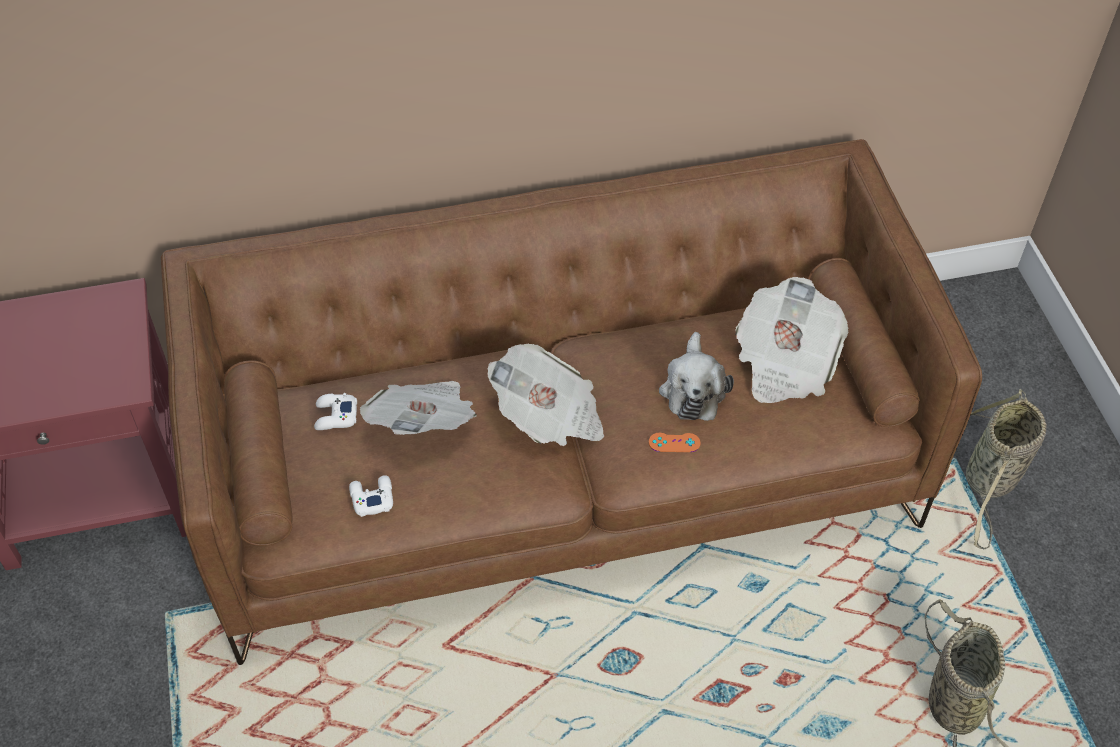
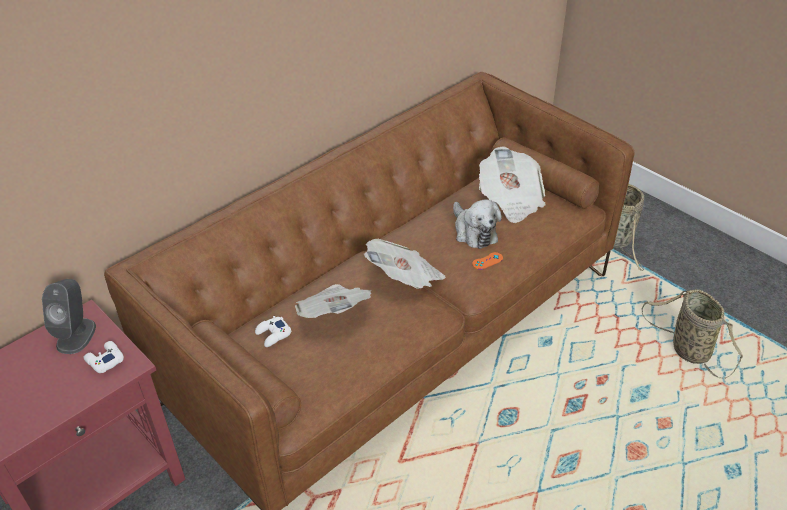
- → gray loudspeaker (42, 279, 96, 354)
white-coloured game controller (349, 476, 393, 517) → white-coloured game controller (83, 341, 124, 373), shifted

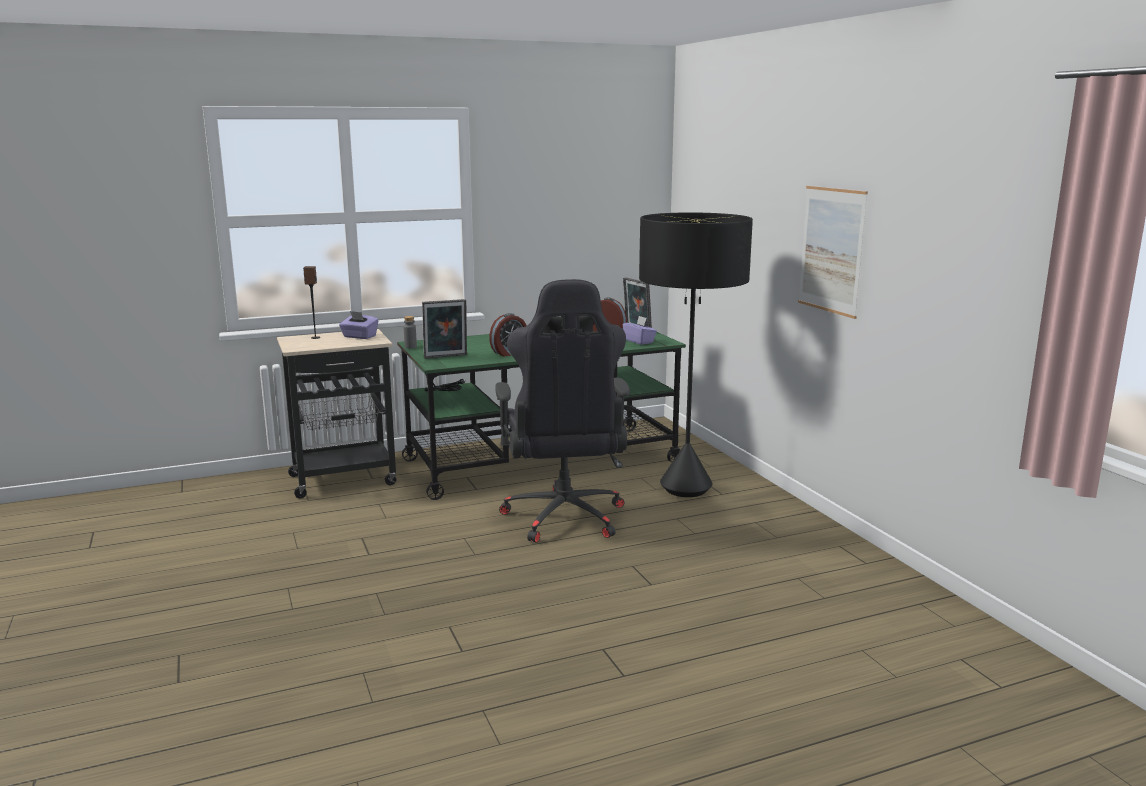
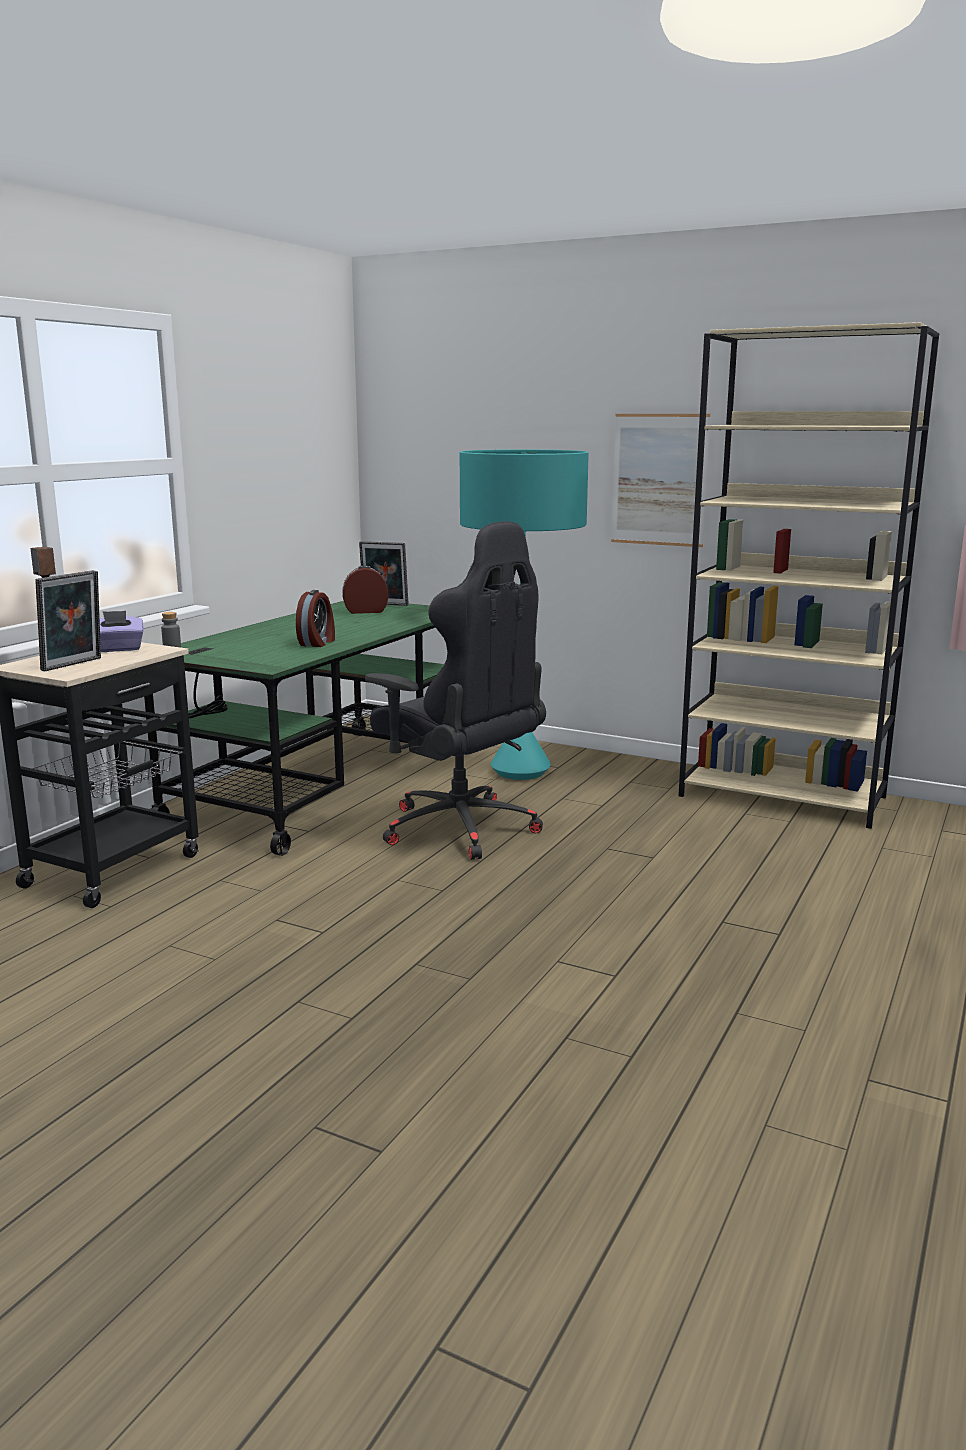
photo frame (422, 299, 467, 359) → photo frame (35, 570, 101, 671), shifted
black floor lamp (639, 212, 753, 497) → turquoise floor lamp (460, 449, 589, 780)
- → sand-coloured bookcase (678, 322, 939, 829)
purple box of tissues (623, 316, 657, 345) → -

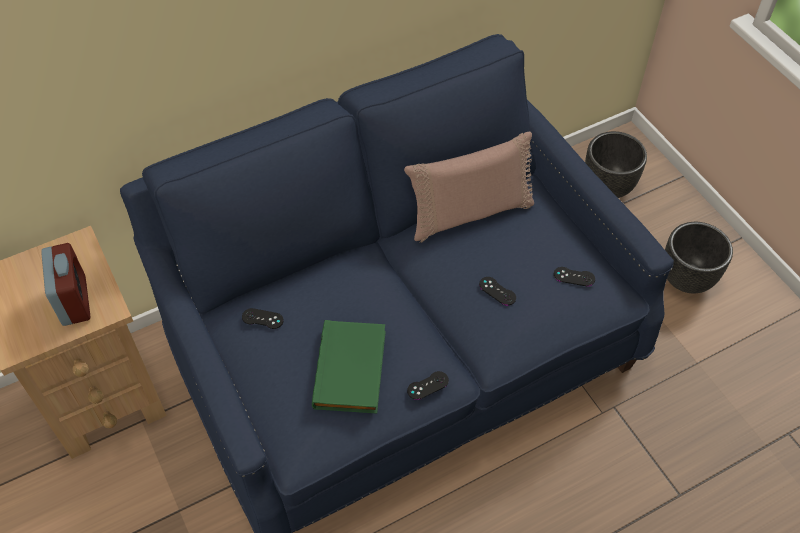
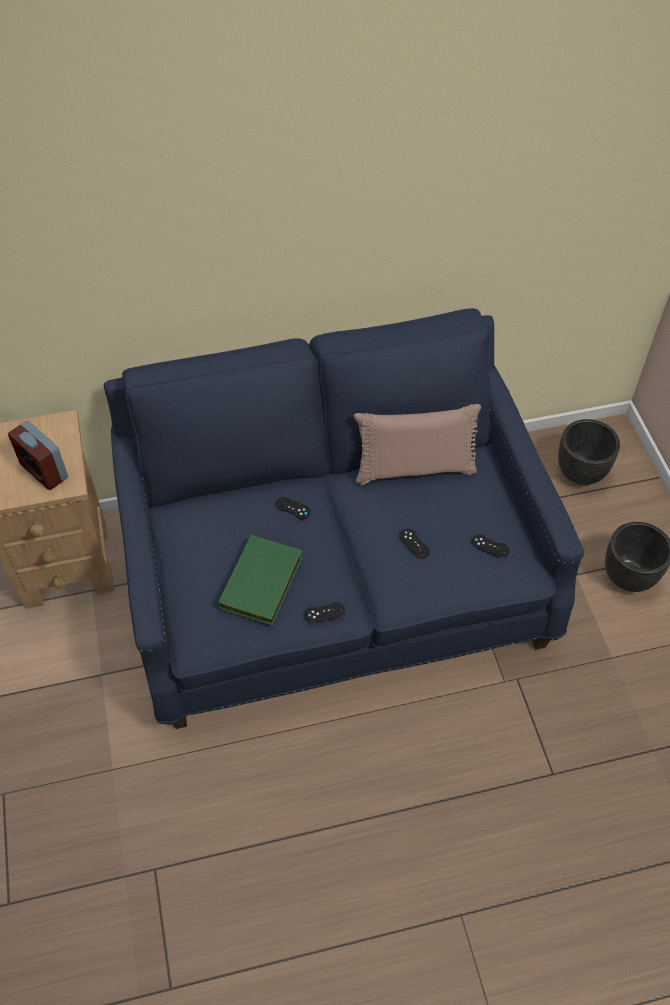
bedside clock (41, 243, 90, 326) → bedside clock (8, 421, 68, 490), 135 degrees clockwise
black game controller (242, 308, 284, 329) → black game controller (276, 497, 311, 519), shifted

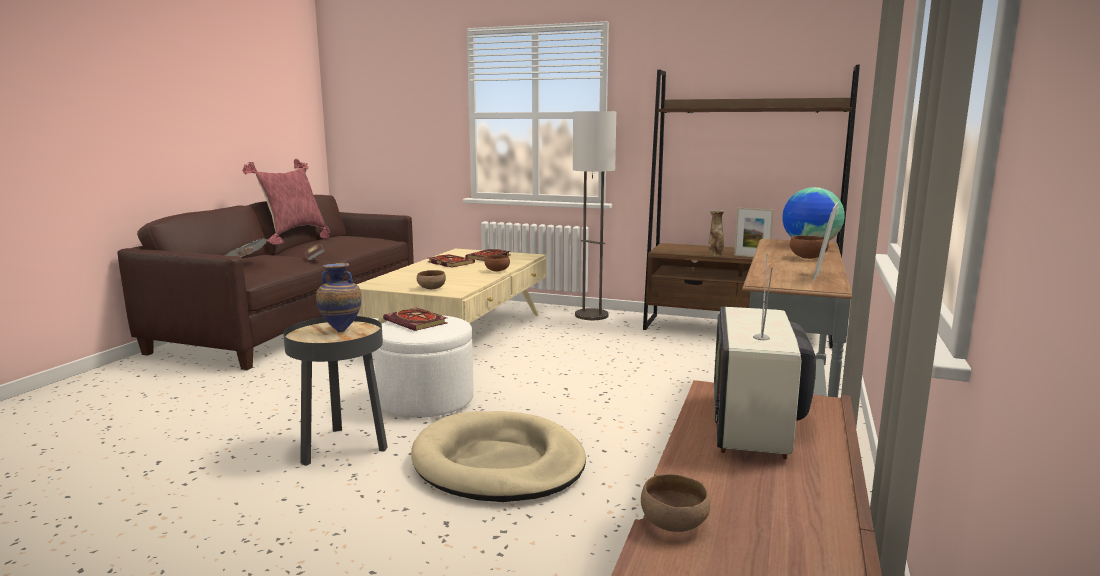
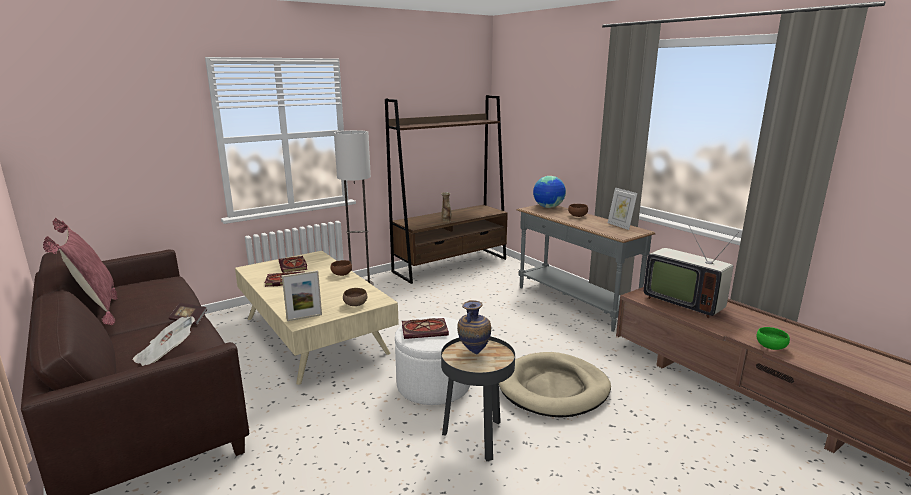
photo frame (734, 208, 773, 257) → photo frame (282, 270, 322, 321), shifted
brown deep dish (641, 474, 710, 532) → green-coloured deep dish (756, 327, 790, 350)

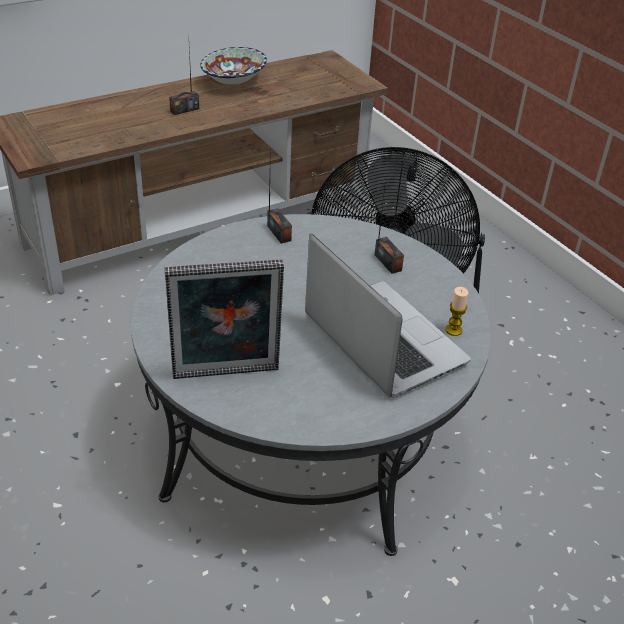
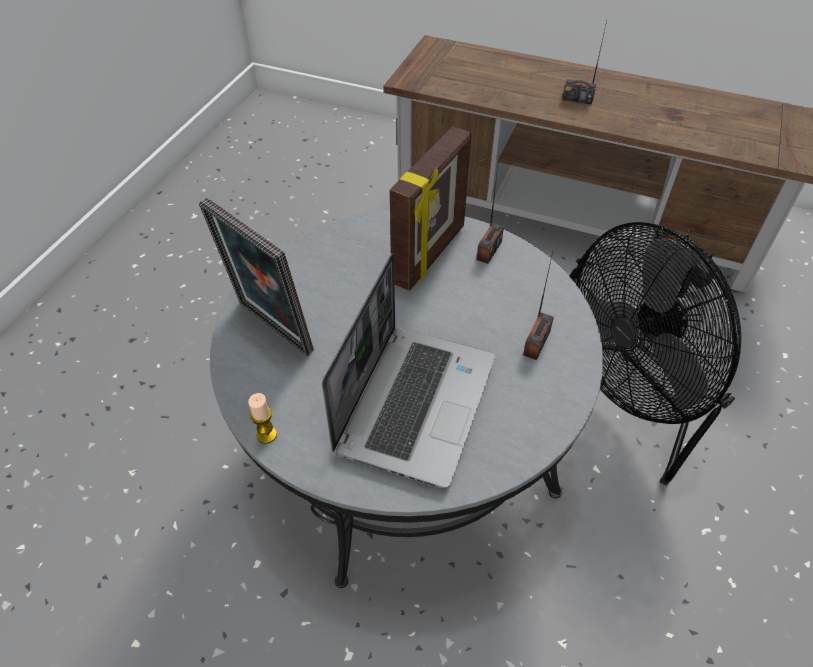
wax light (445, 287, 469, 336) → wax light (248, 393, 277, 444), shifted
- → photo frame (390, 127, 471, 291)
deep dish (200, 47, 267, 84) → -

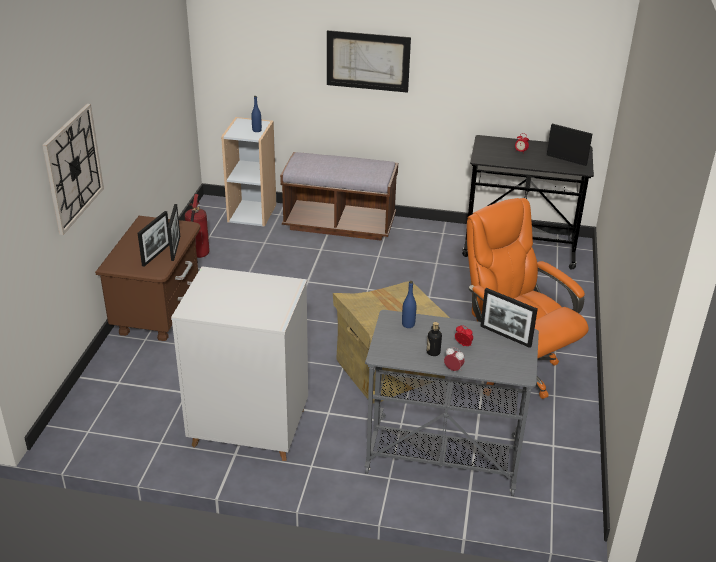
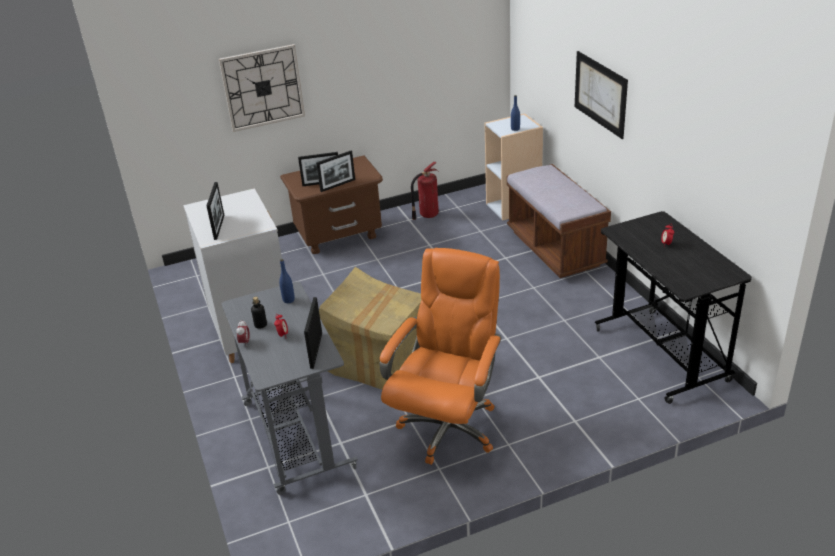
photo frame (547, 124, 592, 166) → photo frame (206, 182, 224, 240), shifted

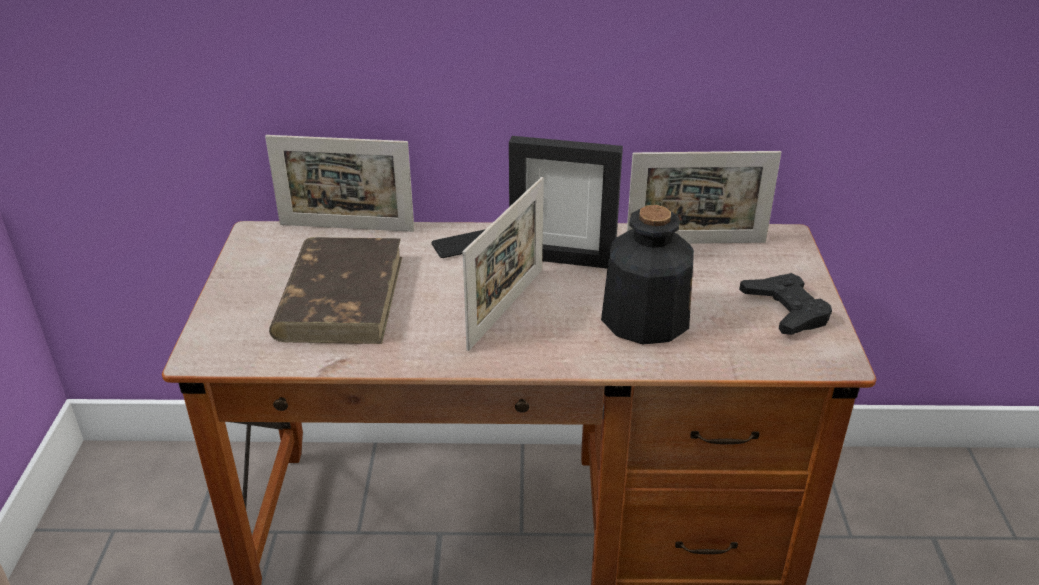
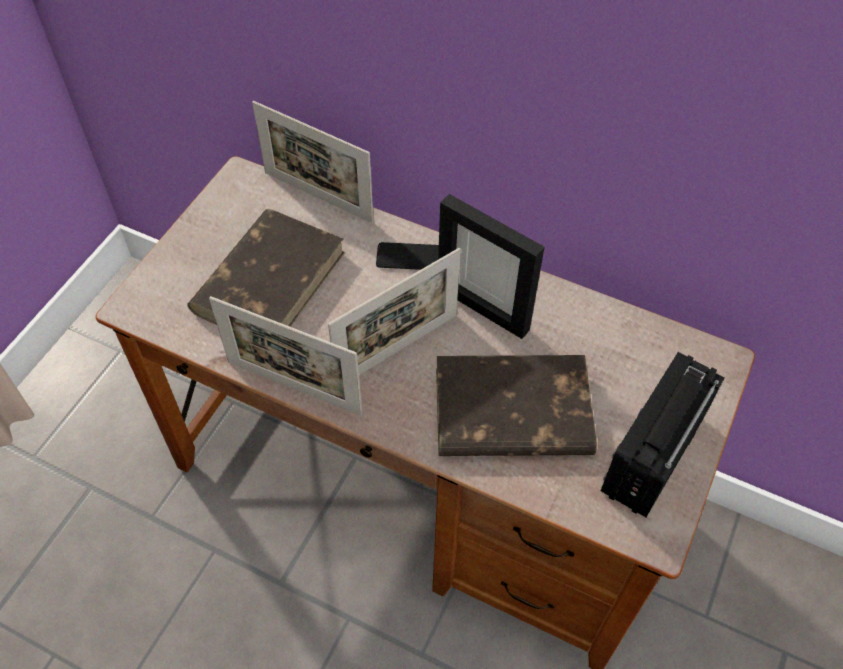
photo frame (627, 151, 781, 244) → photo frame (209, 296, 362, 416), shifted
drink bottle (601, 205, 694, 344) → brown book (436, 355, 597, 456)
black game controller (739, 273, 832, 335) → radio (601, 352, 724, 517)

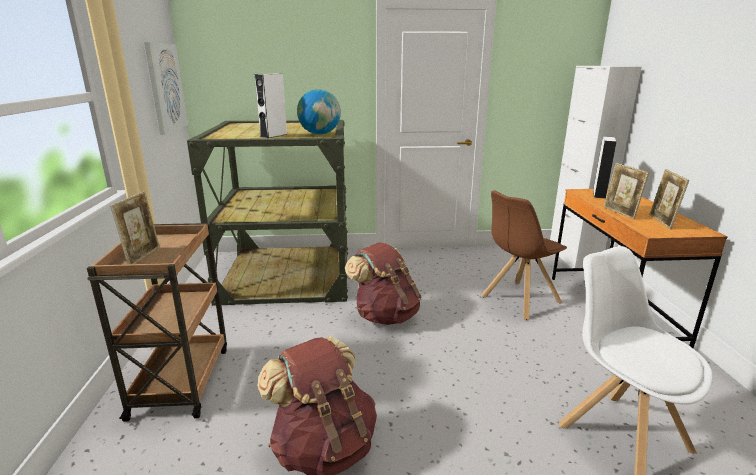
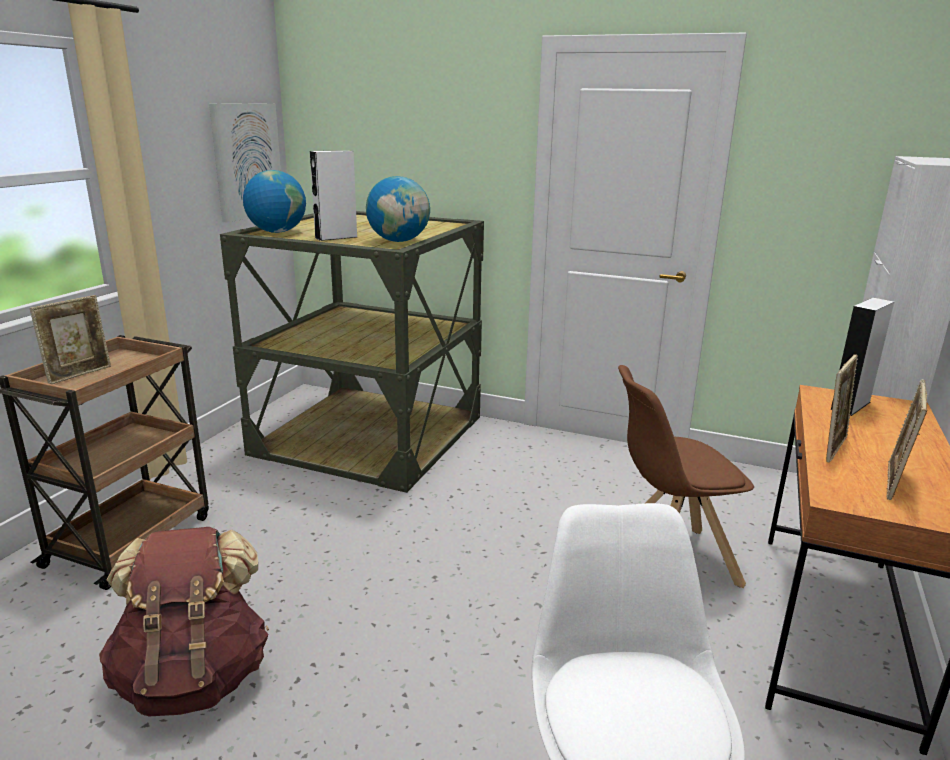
- → world globe (243, 170, 306, 233)
photo frame (604, 163, 649, 219) → photo frame (826, 354, 858, 463), 150 degrees counterclockwise
brown backpack (345, 242, 422, 325) → -

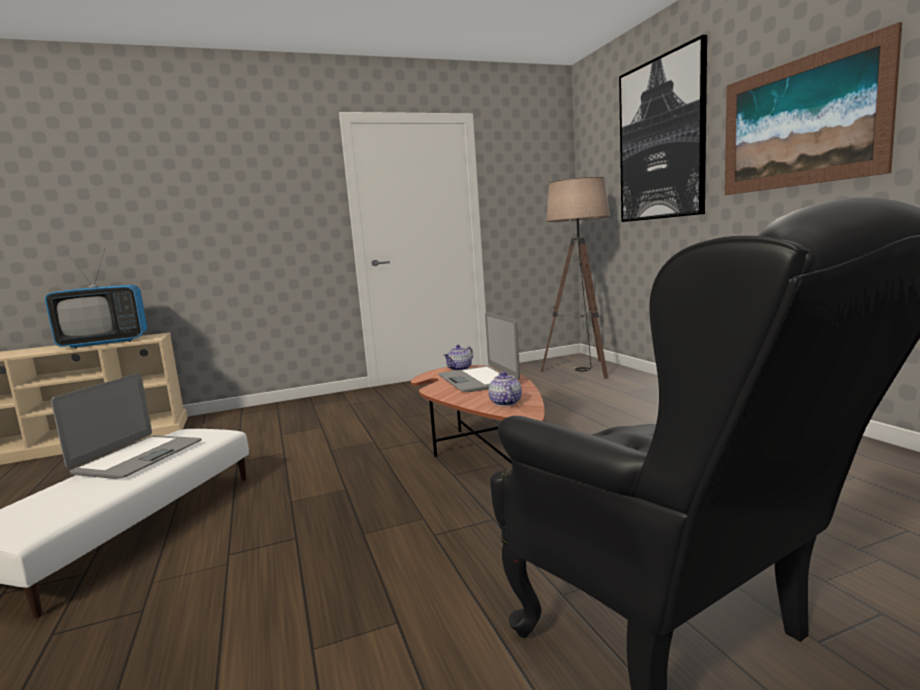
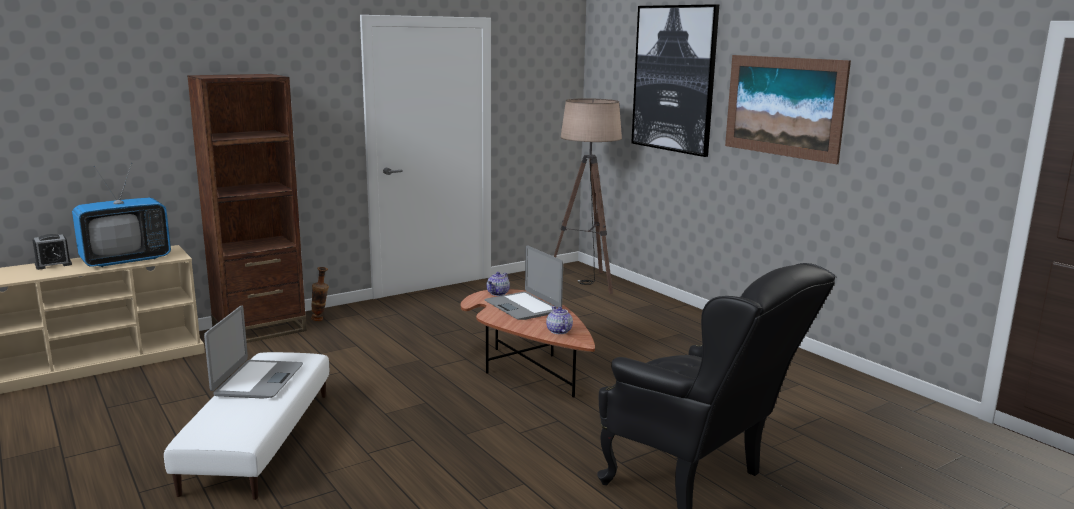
- → bedside clock (33, 234, 72, 270)
- → brown bookcase (187, 74, 307, 343)
- → vase (311, 267, 329, 321)

